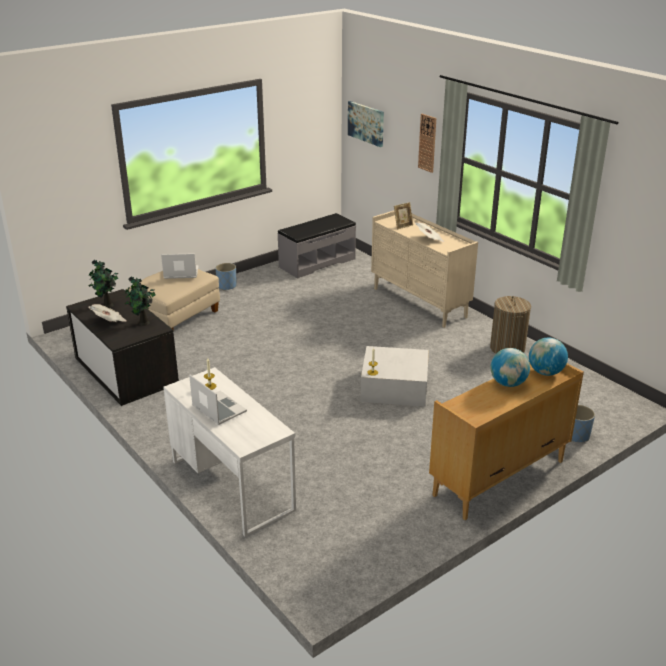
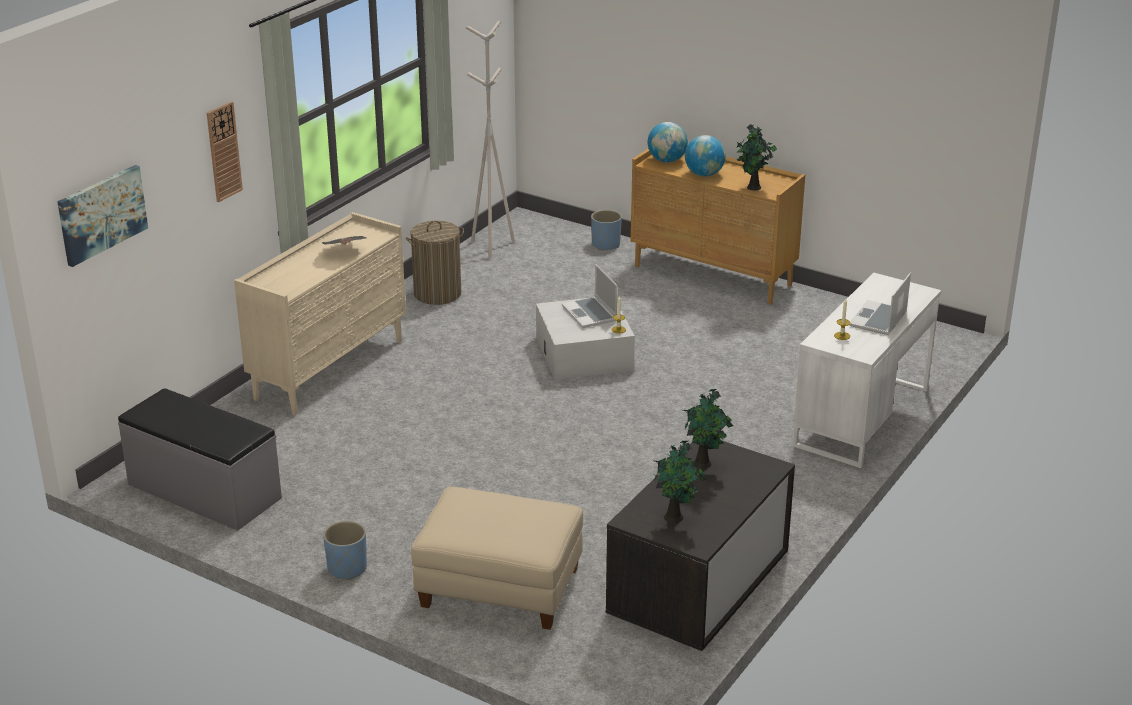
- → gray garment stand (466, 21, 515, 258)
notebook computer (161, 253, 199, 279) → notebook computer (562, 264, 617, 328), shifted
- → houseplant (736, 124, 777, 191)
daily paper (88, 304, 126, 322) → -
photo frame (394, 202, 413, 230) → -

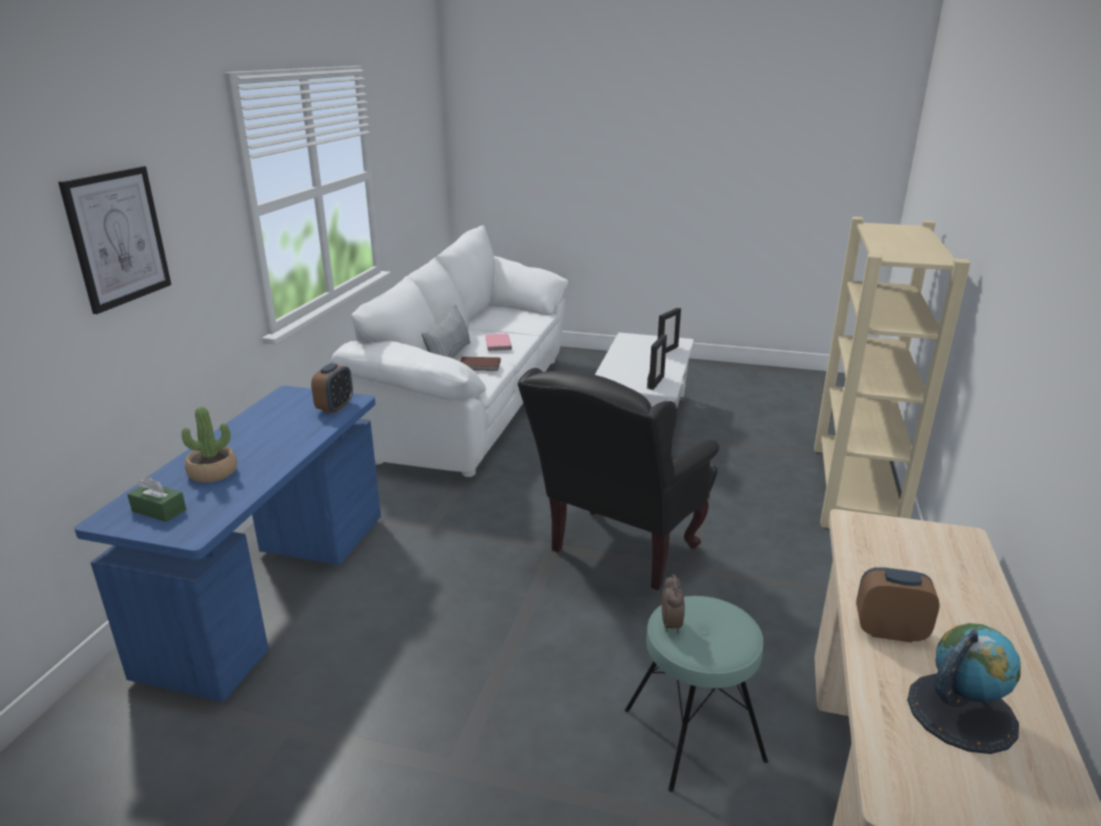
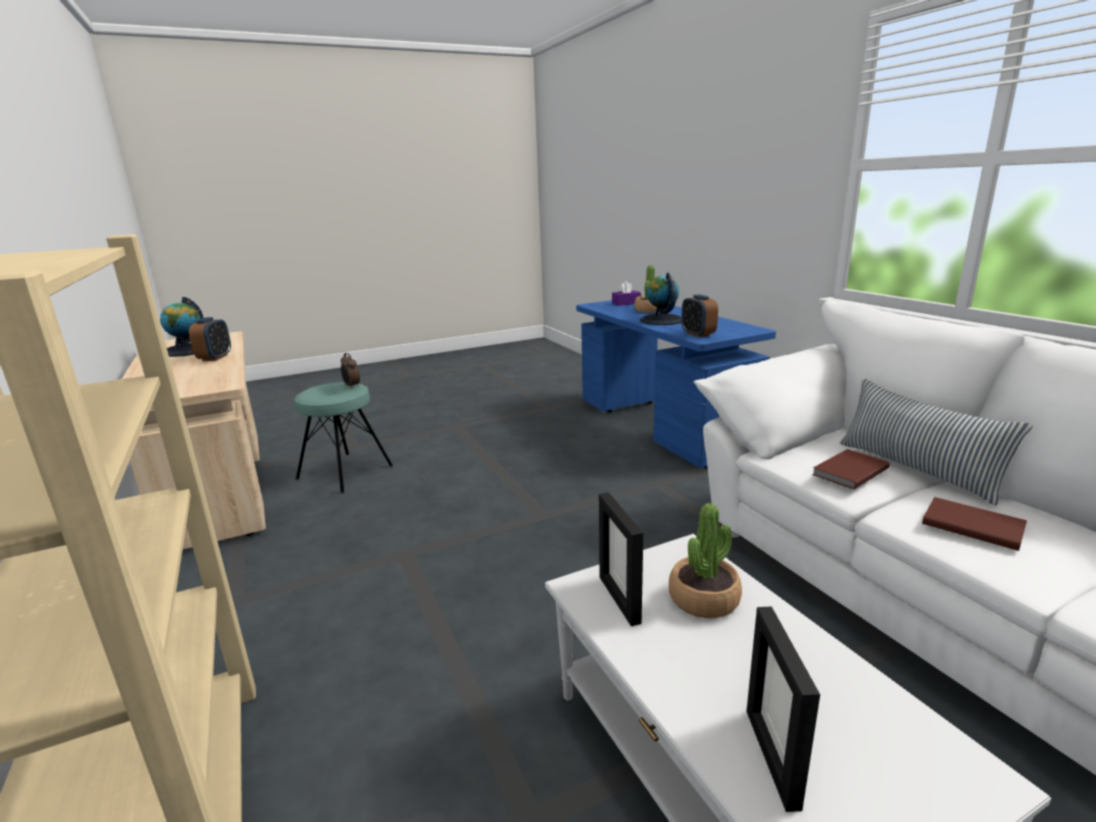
bedside clock (856, 568, 940, 643) → bedside clock (189, 317, 231, 361), 60 degrees counterclockwise
green-coloured box of tissues (127, 476, 186, 522) → purple box of tissues (612, 281, 641, 306)
- → world globe (640, 272, 682, 325)
- → houseplant (669, 503, 742, 618)
pink book (485, 333, 512, 351) → brown book (922, 497, 1027, 551)
wall picture (58, 166, 171, 314) → -
black lounge chair (518, 368, 719, 590) → -

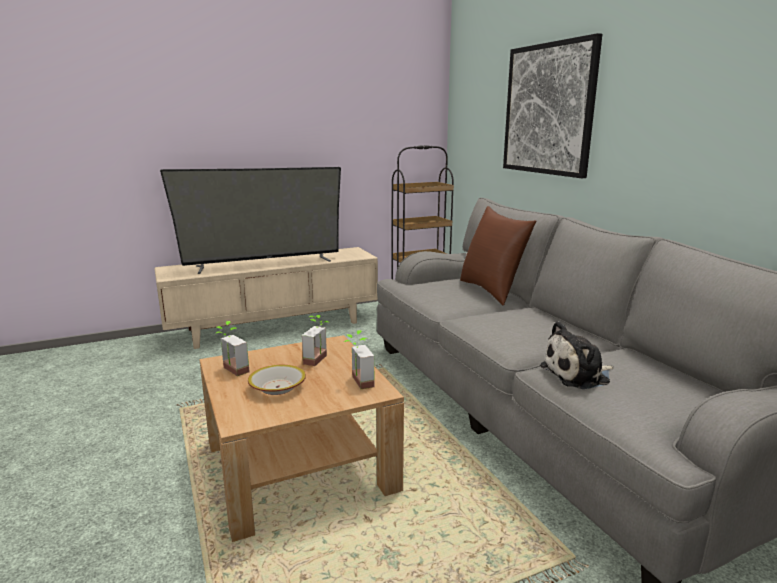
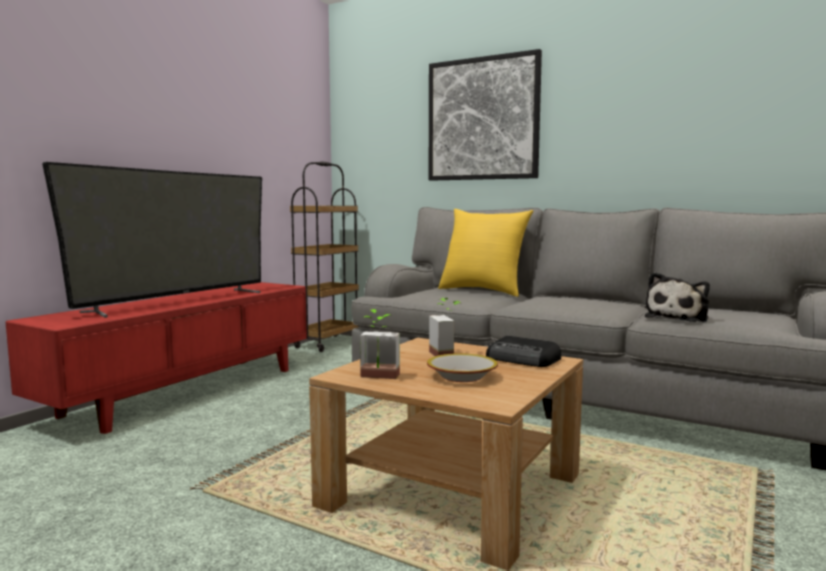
sand-coloured media console (154, 247, 378, 349) → red-coloured media console (6, 282, 307, 434)
brown cushion (460, 206, 536, 305) → yellowish cushion (438, 209, 533, 297)
houseplant (344, 330, 375, 389) → radio (486, 336, 561, 367)

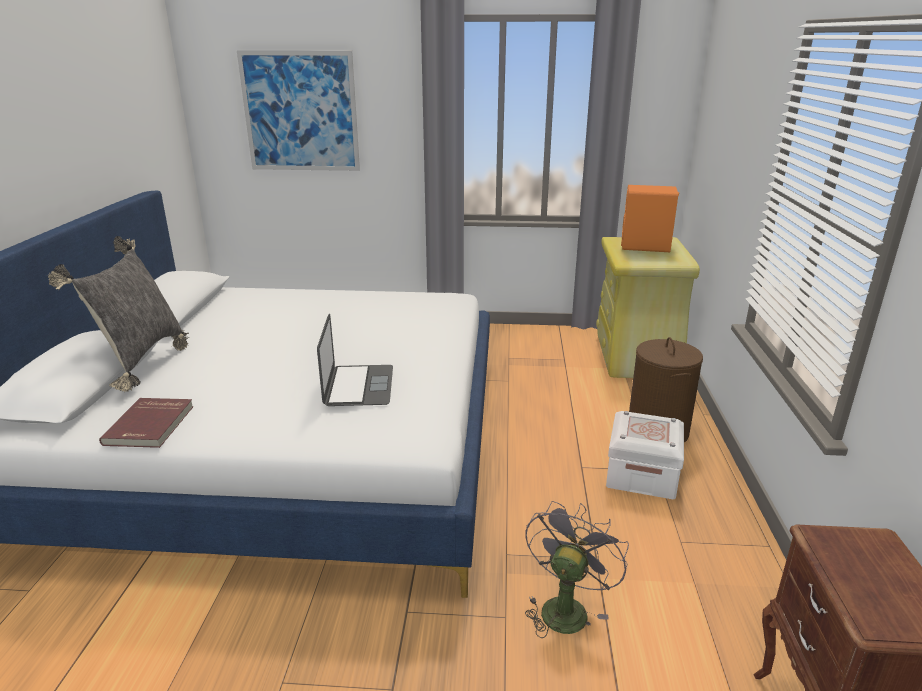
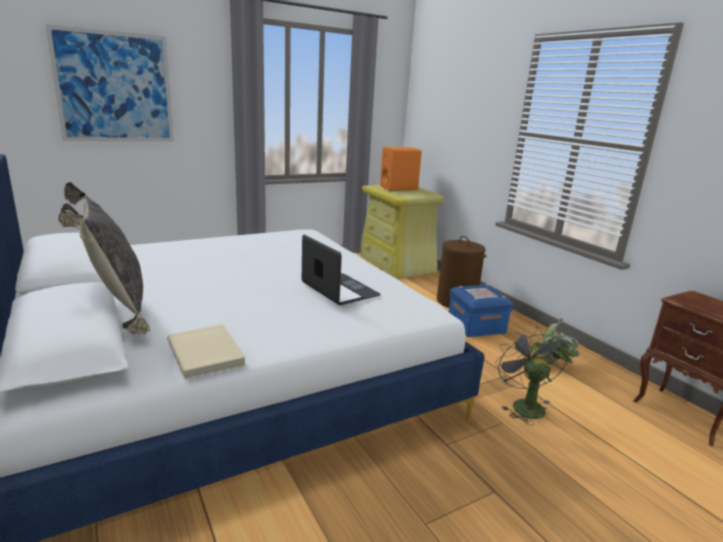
red-coloured book (99, 398, 193, 448) → sand-coloured book (167, 325, 246, 379)
white-coloured storage box (606, 411, 684, 500) → blue storage box (449, 284, 513, 337)
- → houseplant (524, 318, 580, 365)

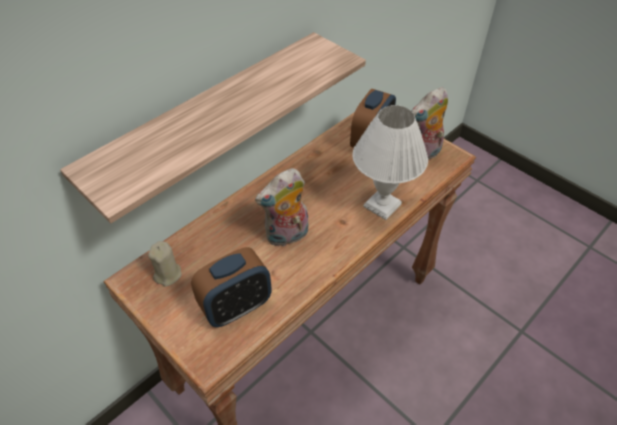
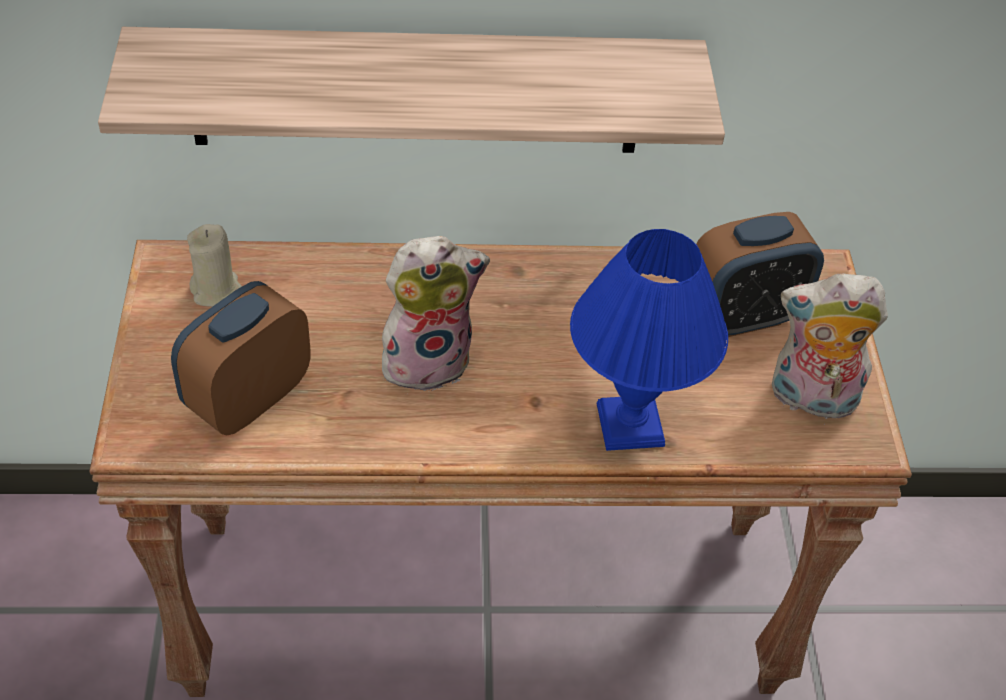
bedside clock (191, 247, 272, 327) → bedside clock (171, 281, 311, 435), 120 degrees clockwise
soft toy (255, 168, 308, 248) → soft toy (382, 236, 490, 394), 150 degrees clockwise
white-coloured table lamp (353, 105, 428, 220) → blue table lamp (570, 229, 728, 451)

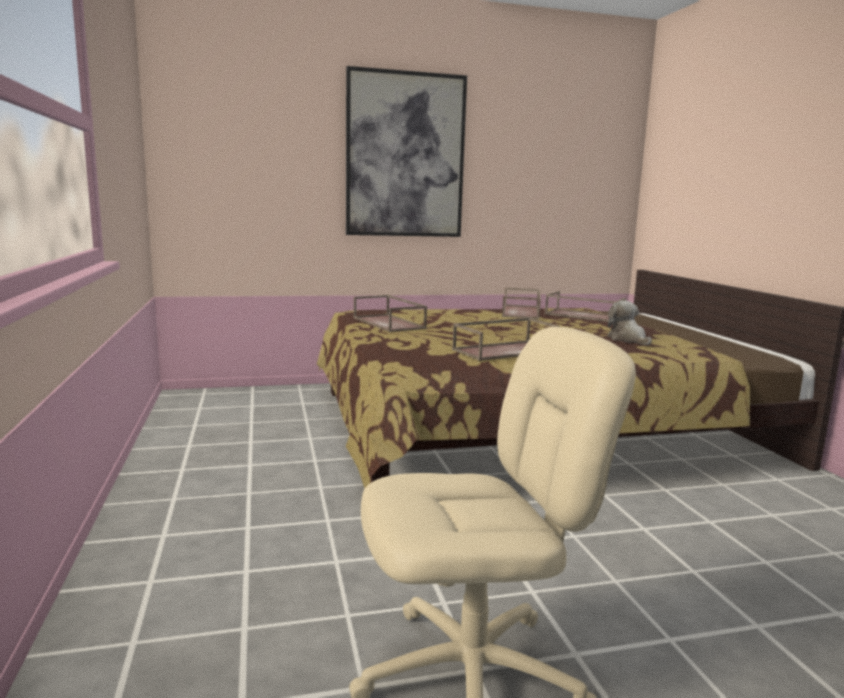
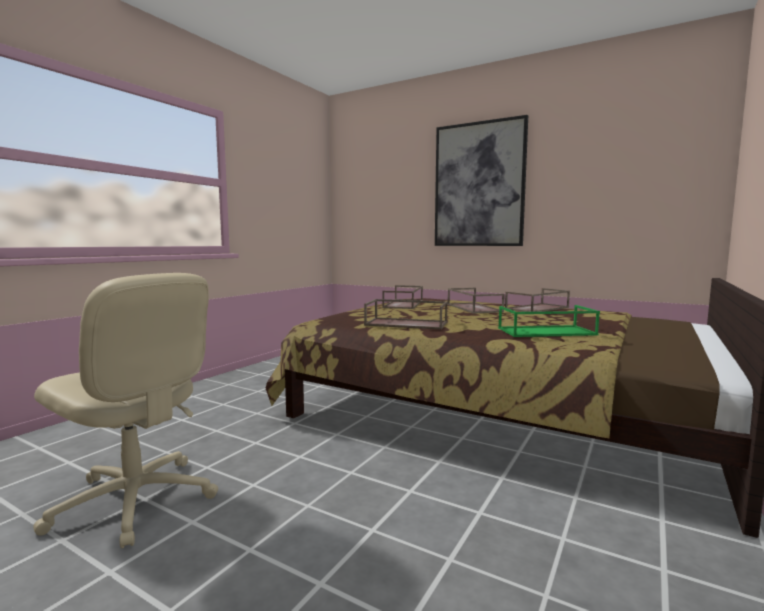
brown carrying tray (545, 291, 626, 322) → brown carrying tray (448, 288, 505, 314), shifted
soft toy (607, 301, 652, 345) → green-coloured carrying tray (498, 305, 600, 337)

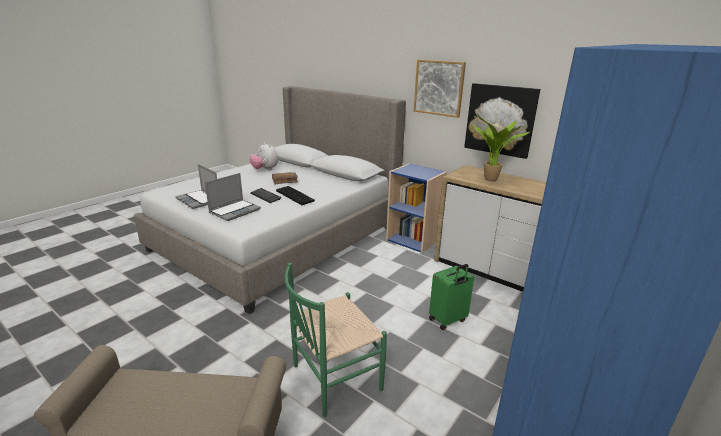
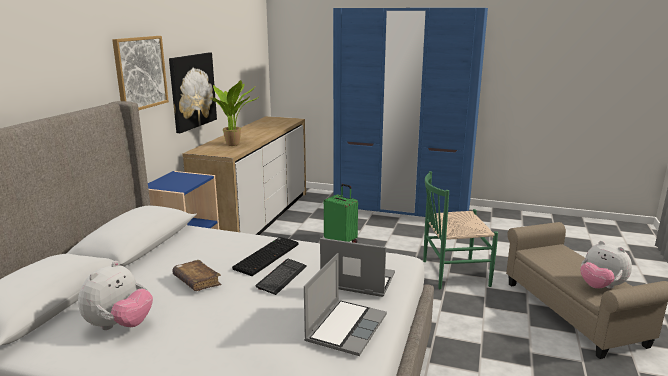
green-coloured plain chair (285, 263, 387, 417) → green-coloured plain chair (423, 171, 498, 289), 135 degrees clockwise
- → soft toy (580, 241, 632, 289)

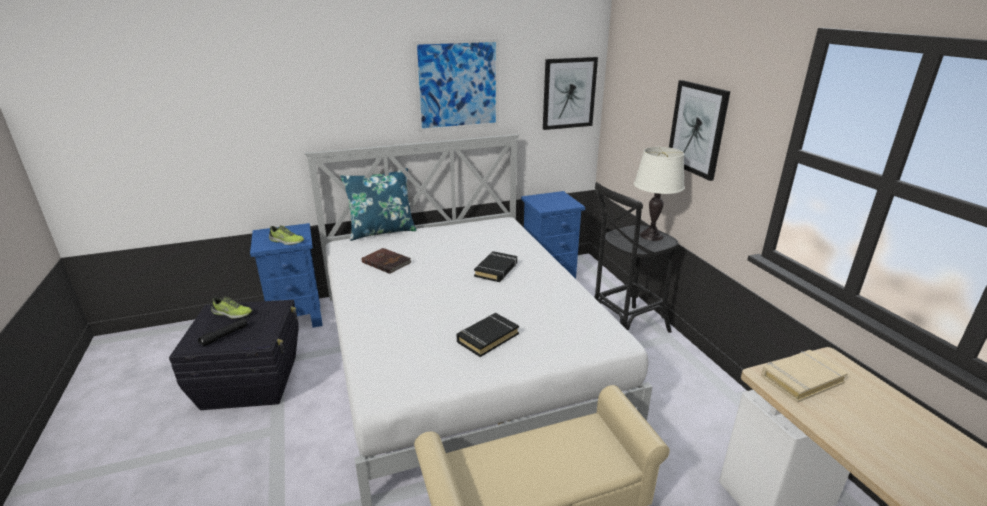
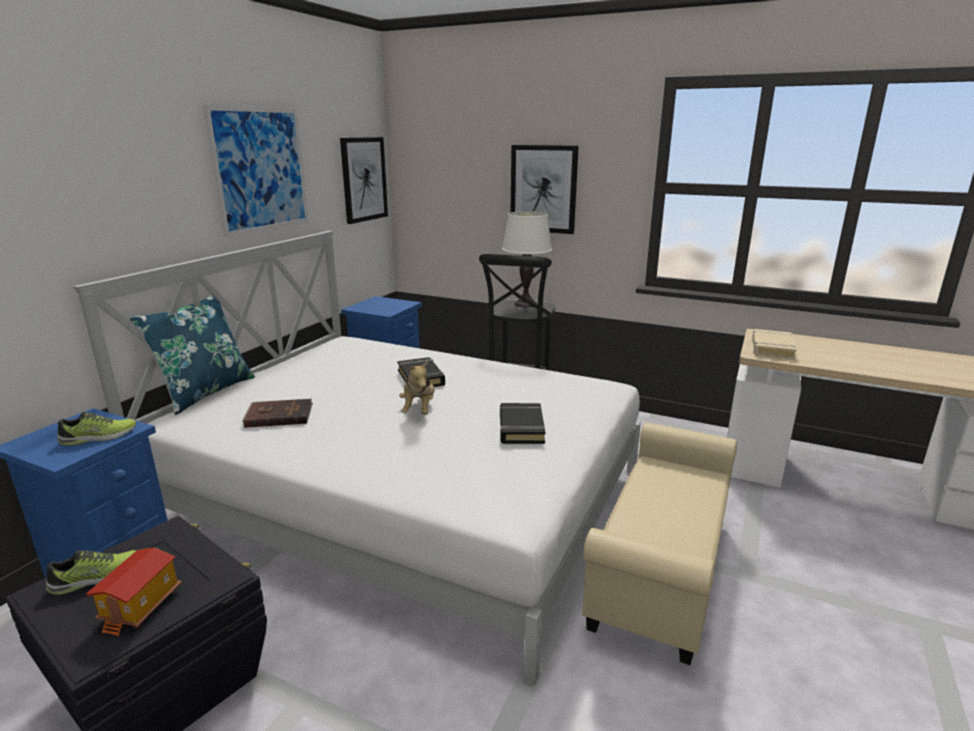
black torch (198, 318, 248, 347) → model house (86, 547, 181, 636)
- → soft toy (399, 361, 434, 415)

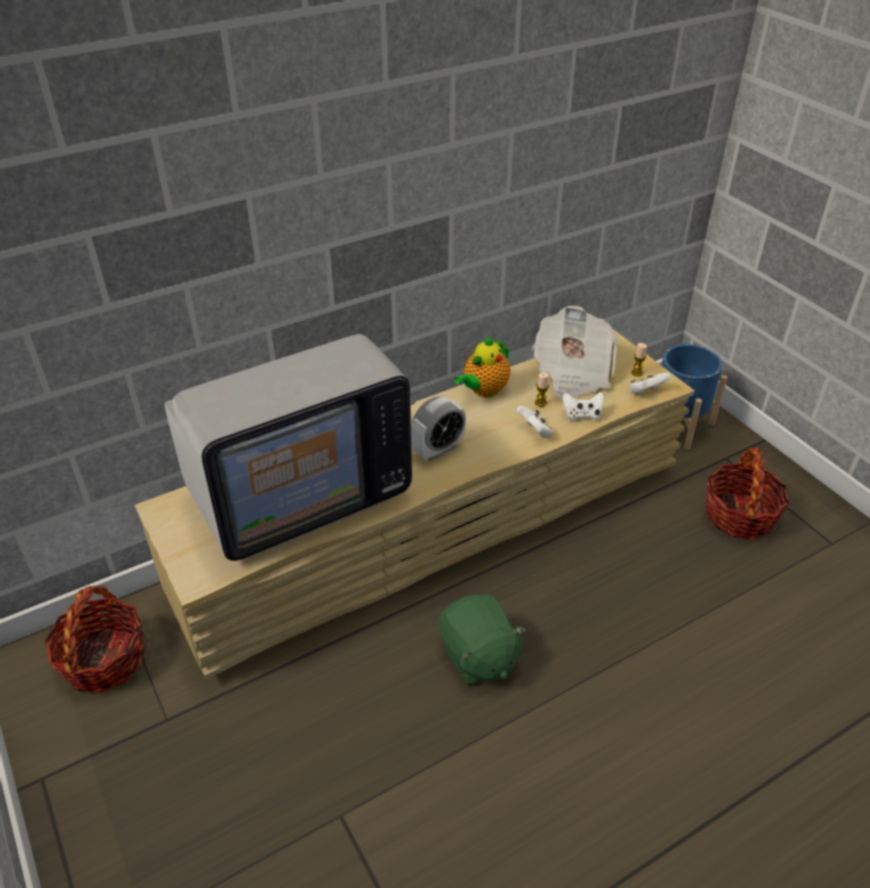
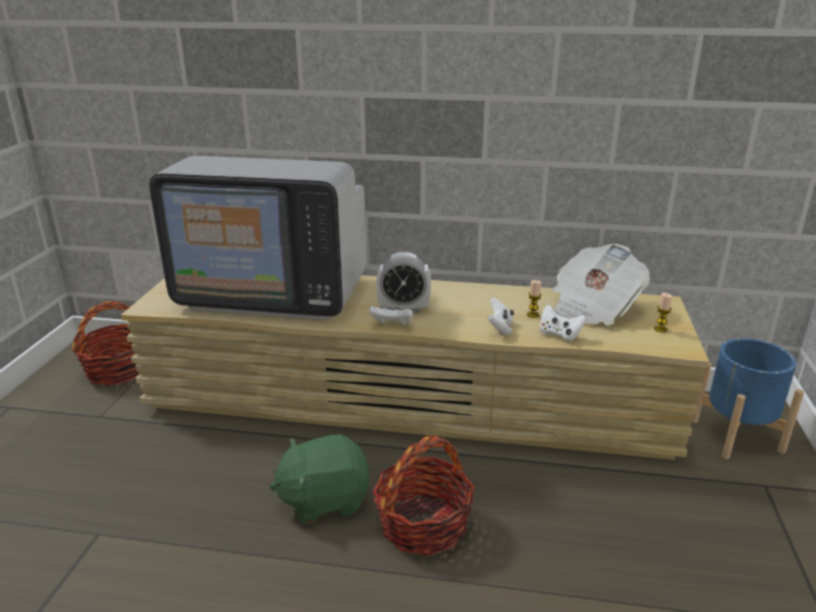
green-coloured soft toy (439, 594, 526, 685) → green-coloured soft toy (269, 434, 370, 524), 60 degrees clockwise
white-coloured game controller (629, 373, 671, 395) → white-coloured game controller (369, 306, 413, 326), shifted
basket (705, 447, 790, 540) → basket (373, 435, 475, 556), shifted
pot for tea (454, 336, 510, 397) → -

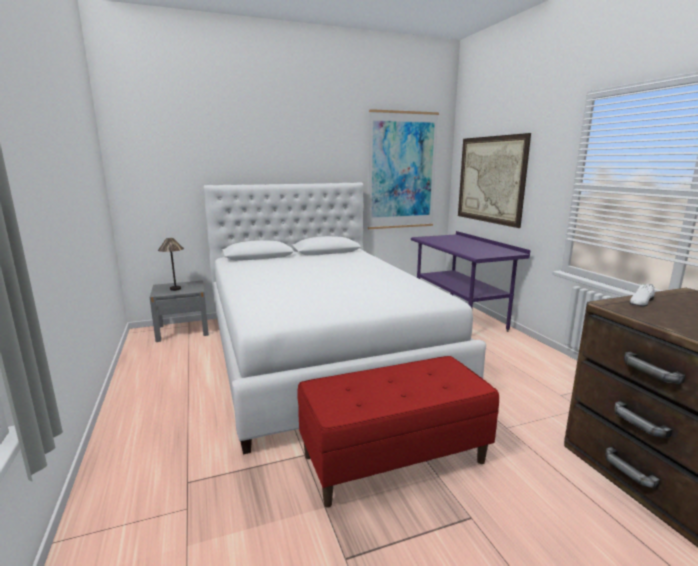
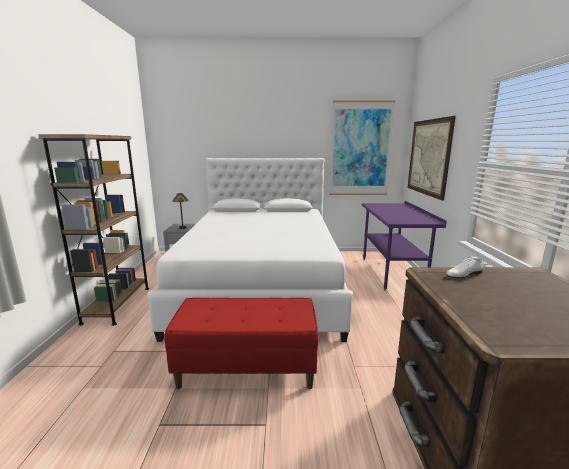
- → brown bookcase (38, 134, 149, 326)

